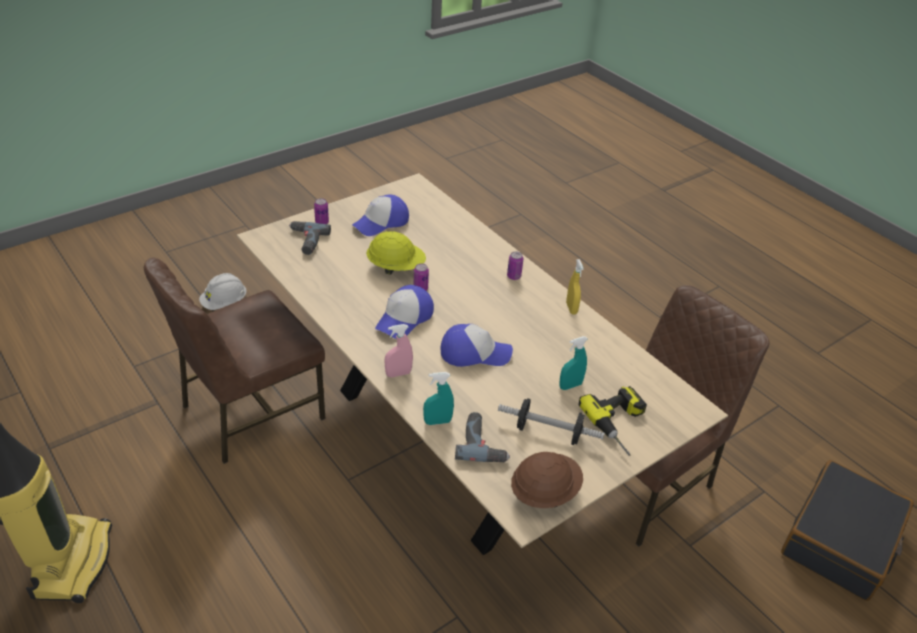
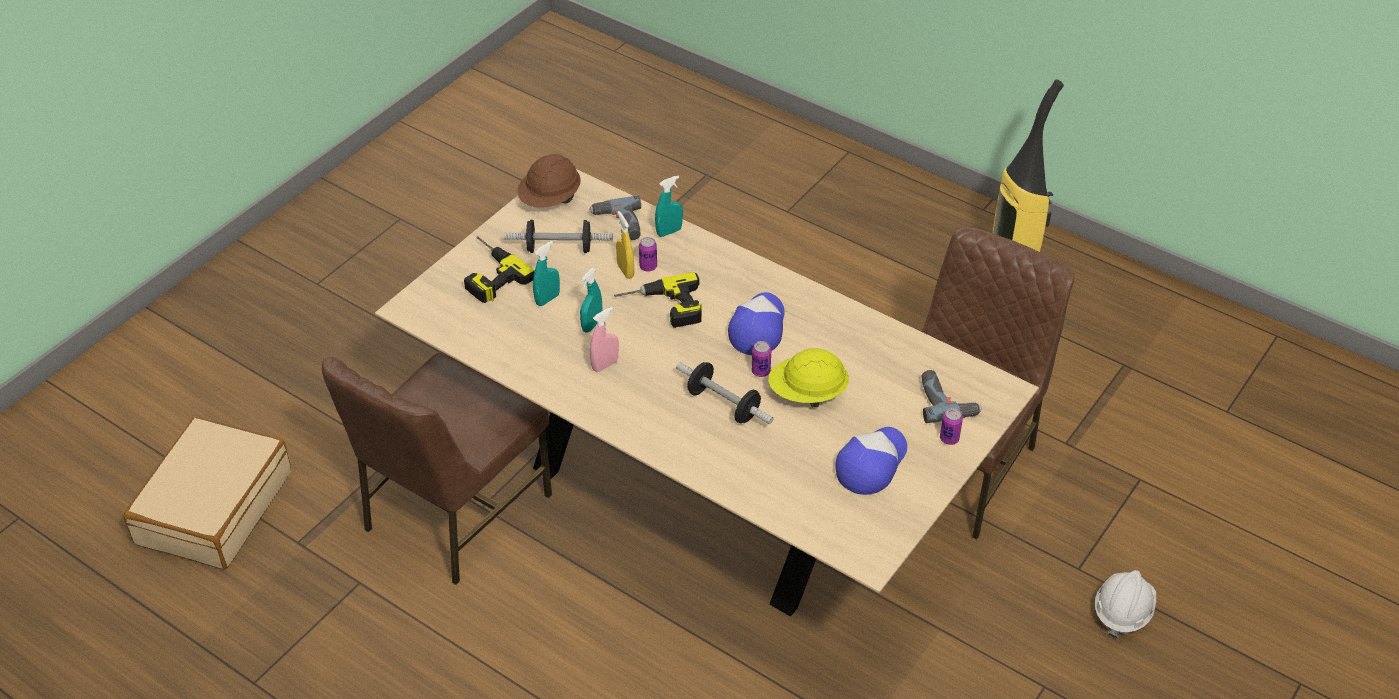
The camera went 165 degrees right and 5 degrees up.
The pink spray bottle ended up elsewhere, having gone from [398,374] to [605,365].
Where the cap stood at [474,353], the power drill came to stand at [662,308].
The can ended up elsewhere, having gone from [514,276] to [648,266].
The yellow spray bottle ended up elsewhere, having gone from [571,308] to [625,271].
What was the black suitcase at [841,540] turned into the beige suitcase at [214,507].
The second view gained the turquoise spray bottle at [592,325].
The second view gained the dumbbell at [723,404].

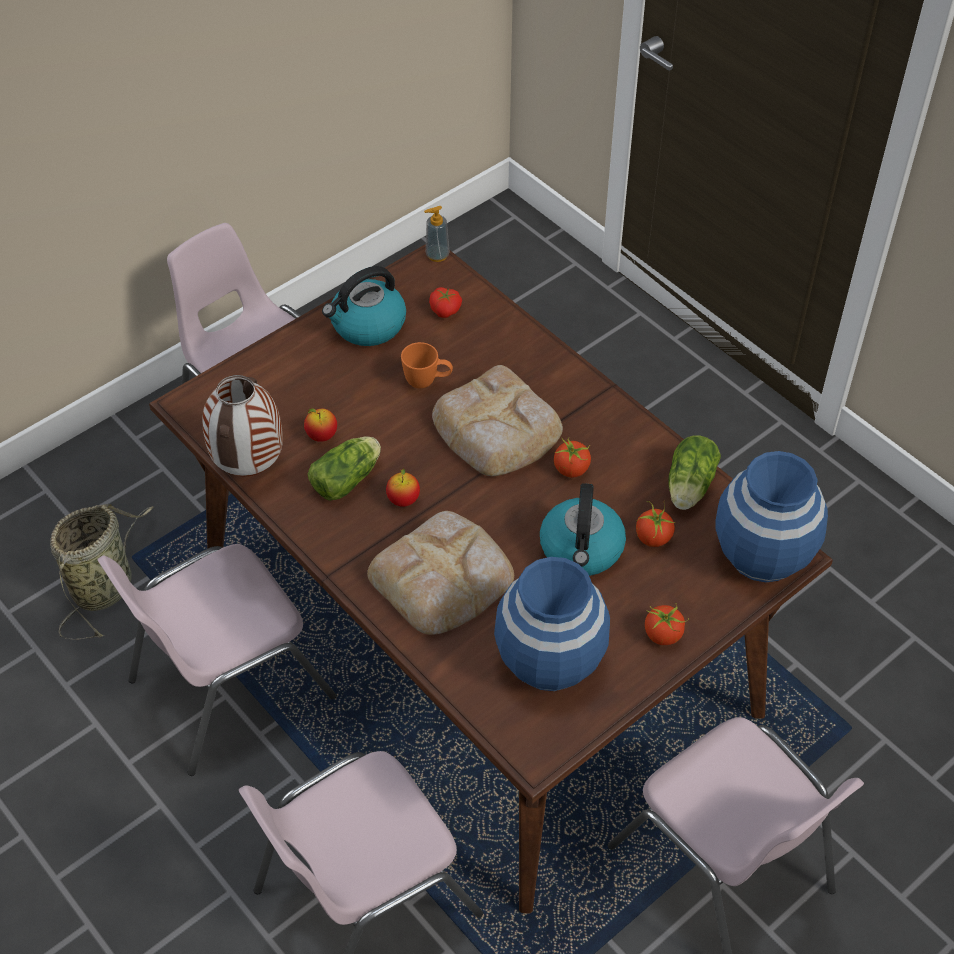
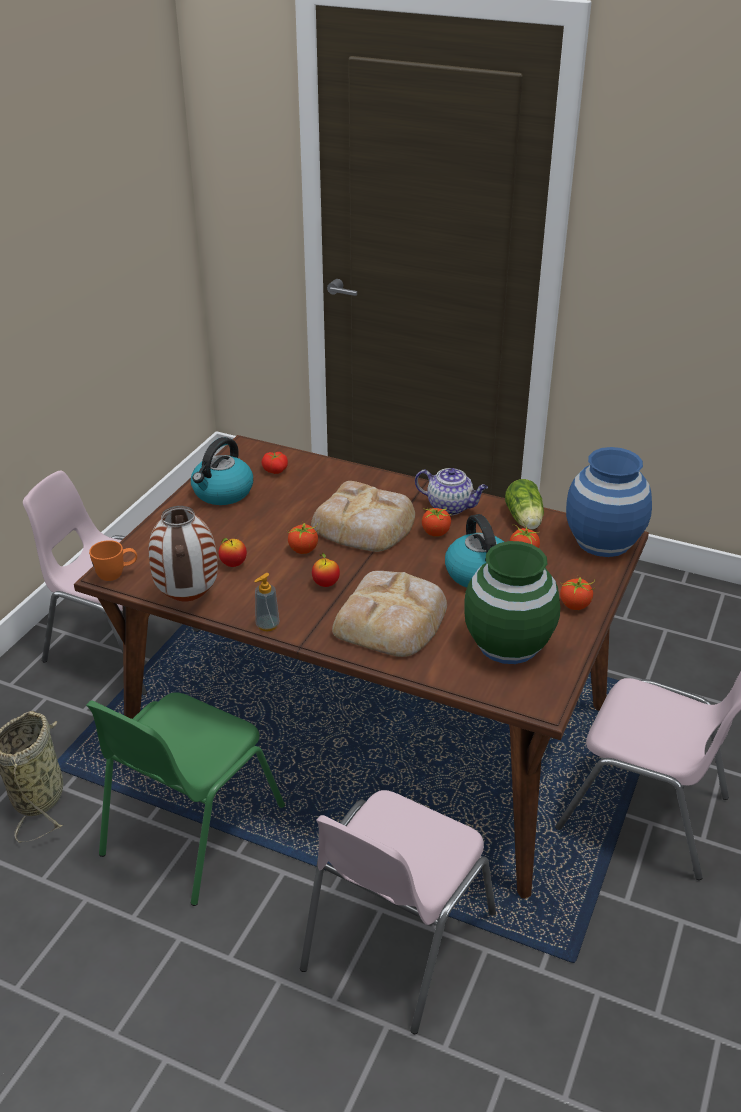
The camera went 25 degrees left and 15 degrees down.
What was the pink chair at [227,688] turned into the green chair at [189,831].
The second view lost the lettuce at [348,478].
The orange mug ended up elsewhere, having gone from [427,382] to [117,575].
The soap dispenser ended up elsewhere, having gone from [437,255] to [267,625].
What was the blue vase at [549,659] turned into the green vase at [507,644].
The second view gained the tomato at [303,549].
The second view gained the teapot at [451,507].

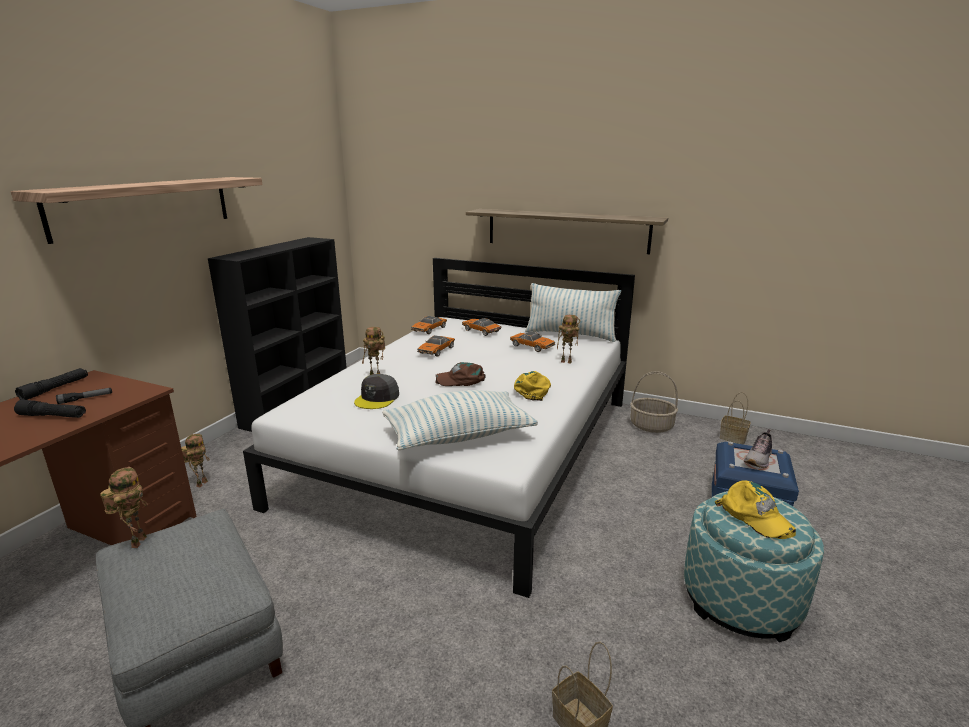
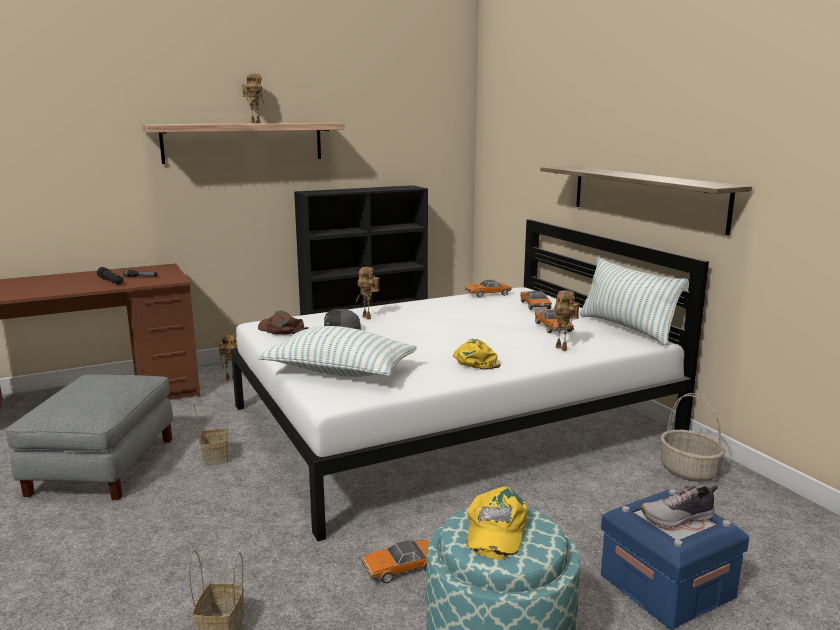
The camera went 40 degrees right and 5 degrees down.
The second view lost the black flashlight at [55,389].
The toy robot ended up elsewhere, having gone from [137,541] to [255,123].
The toy car ended up elsewhere, having gone from [436,351] to [401,568].
The brown cap ended up elsewhere, having gone from [461,380] to [281,329].
The yellow cap at [533,389] ended up facing another way, 75 degrees counterclockwise from before.
The basket ended up elsewhere, having gone from [732,437] to [214,457].

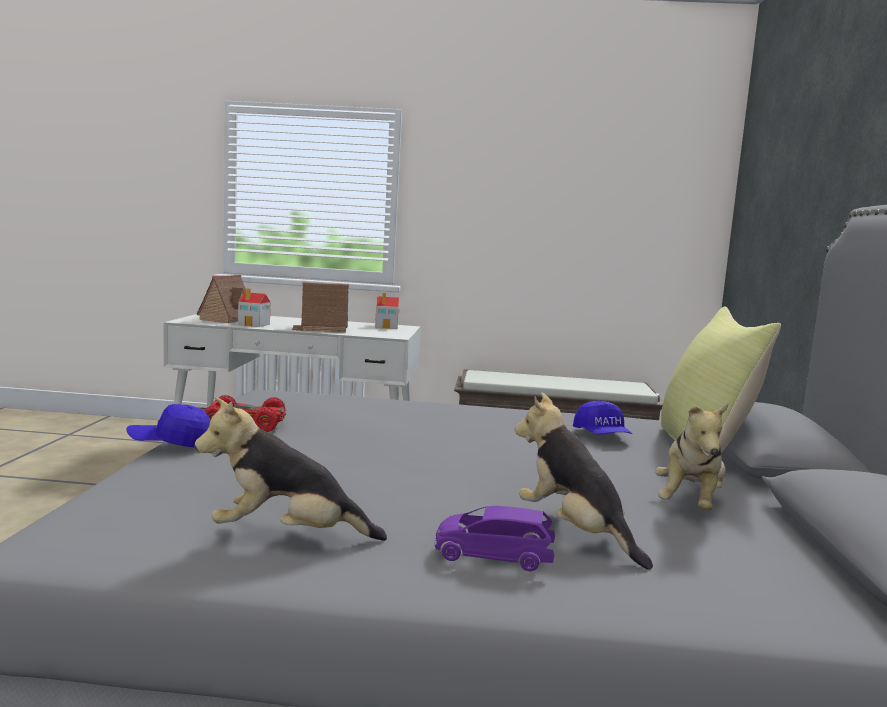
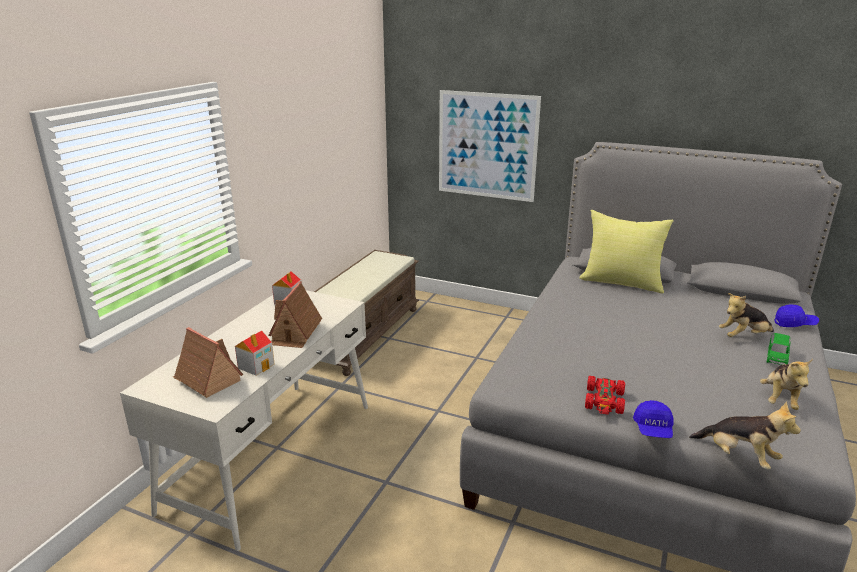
The camera went 70 degrees left and 15 degrees up.
What was the purple toy car at [493,556] turned into the green toy car at [777,357].
The blue cap ended up elsewhere, having gone from [602,436] to [794,324].
The plush toy ended up elsewhere, having gone from [690,504] to [739,456].
The second view gained the picture at [487,146].

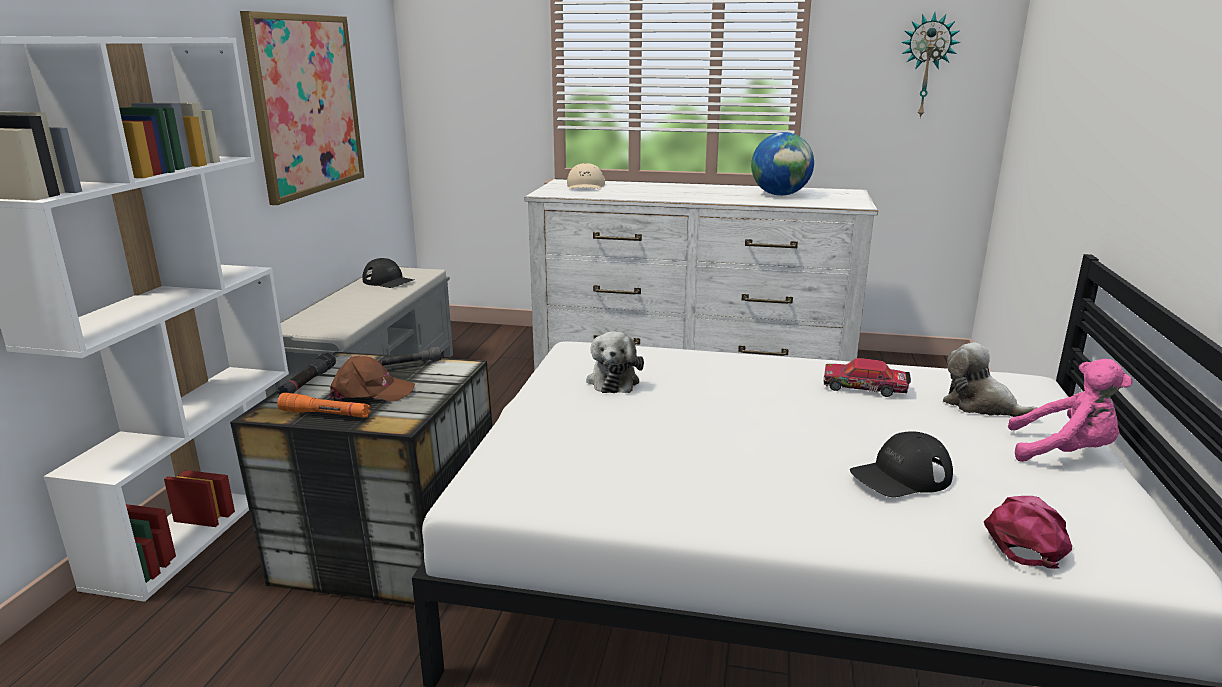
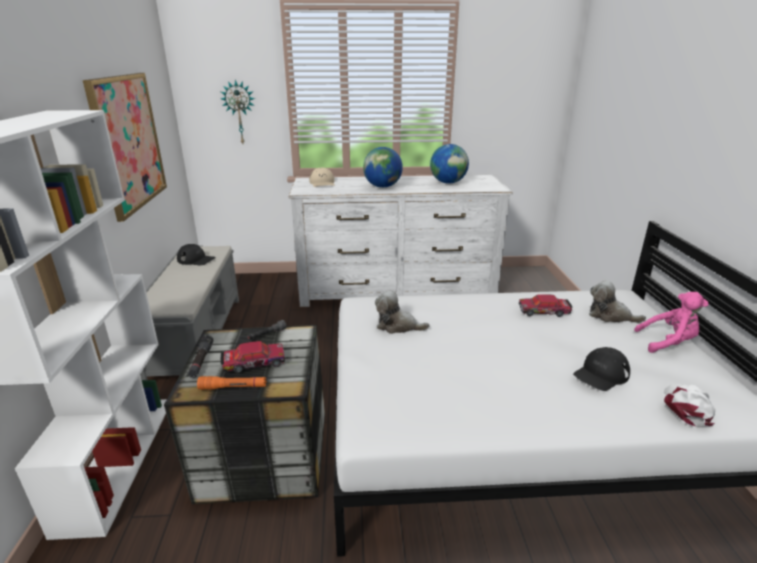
The camera went 15 degrees left and 5 degrees up.
Where the brown cap stood at [371,392], the toy car came to stand at [254,363].
The plush toy at [613,380] ended up facing another way, 120 degrees clockwise from before.
The wall clock ended up elsewhere, having gone from [926,66] to [239,113].
What was the pink cap at [1027,538] turned into the white cap at [687,407].
The second view gained the globe at [382,187].

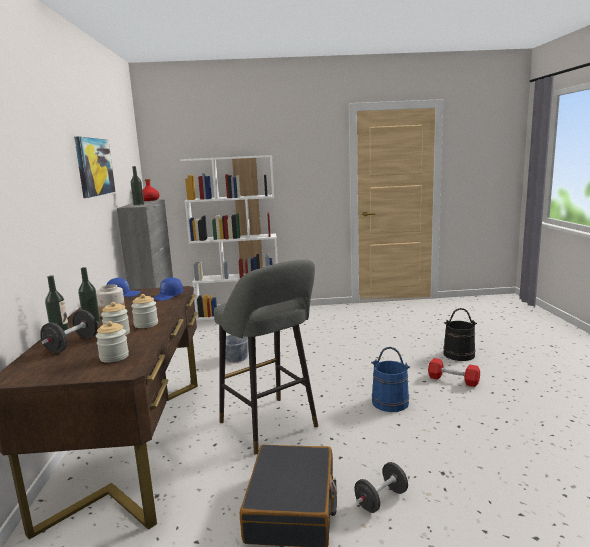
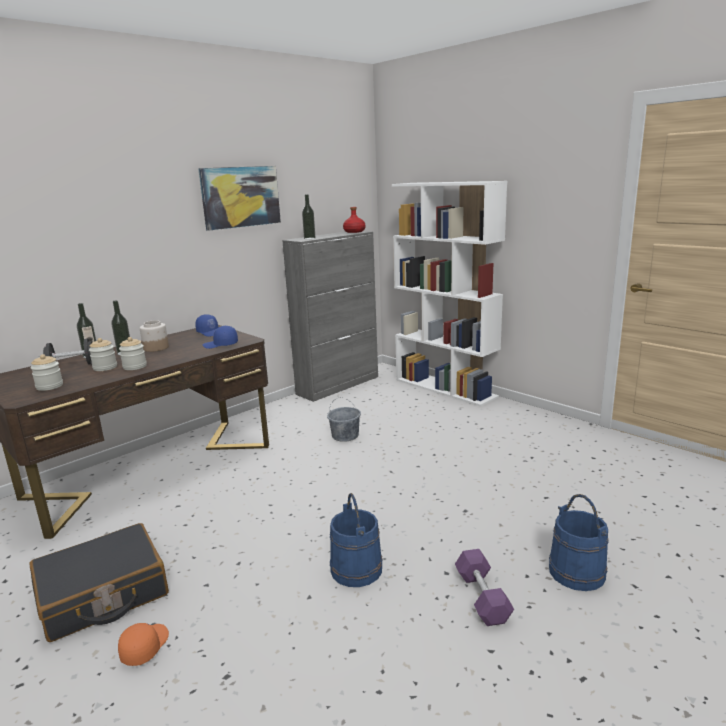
The camera went 50 degrees right and 5 degrees up.
The second view lost the grey stool at [271,426].
Where the black dumbbell stood at [381,500], the orange cap came to stand at [144,647].
What was the red dumbbell at [453,380] turned into the purple dumbbell at [482,597].
What was the black bucket at [459,354] turned into the blue bucket at [577,572].

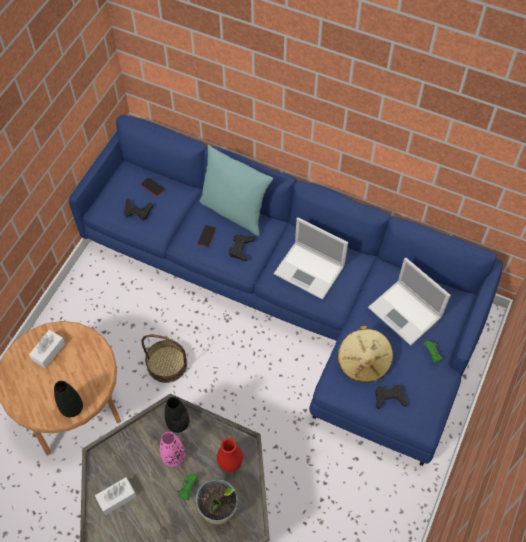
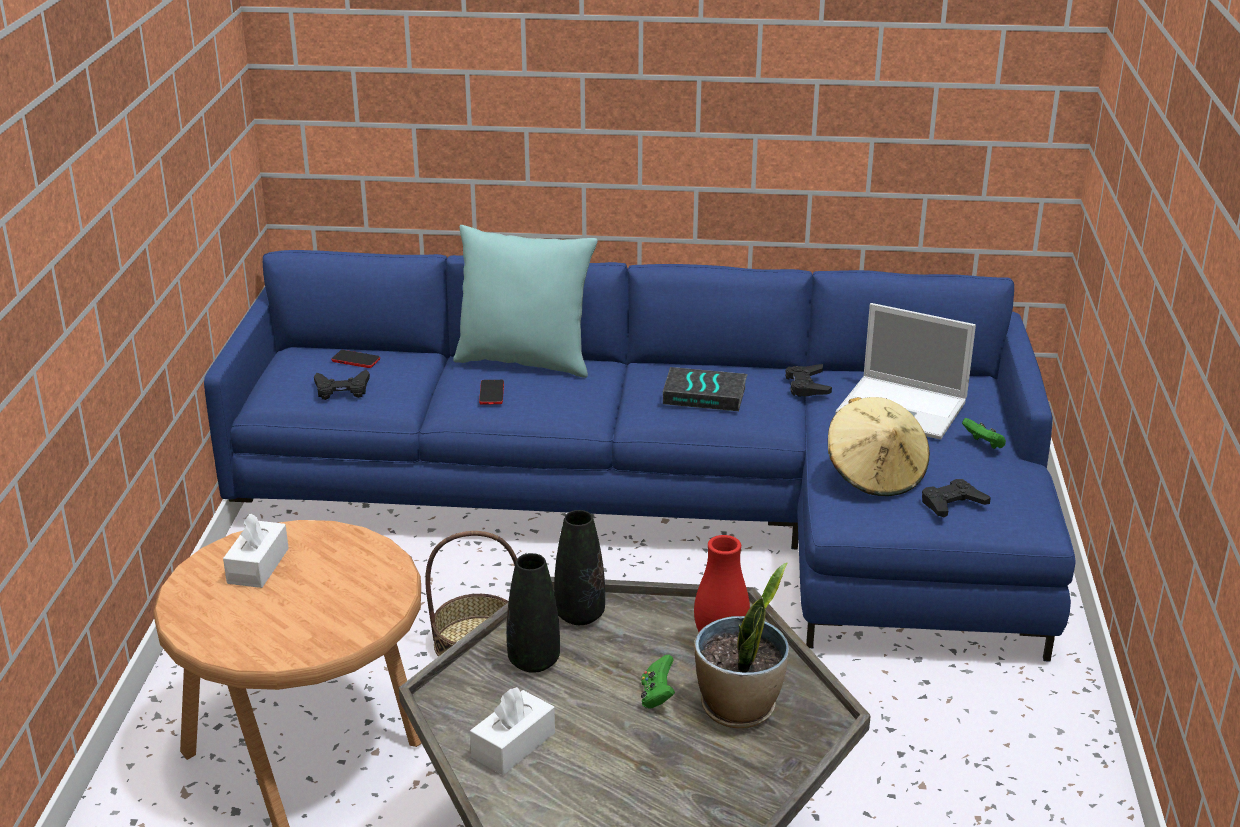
The camera went 20 degrees left and 30 degrees down.
The black vase ended up elsewhere, having gone from [72,408] to [534,661].
The second view lost the pink vase at [173,456].
The black game controller ended up elsewhere, having gone from [241,248] to [807,385].
Where the laptop stood at [310,270], the book came to stand at [705,395].

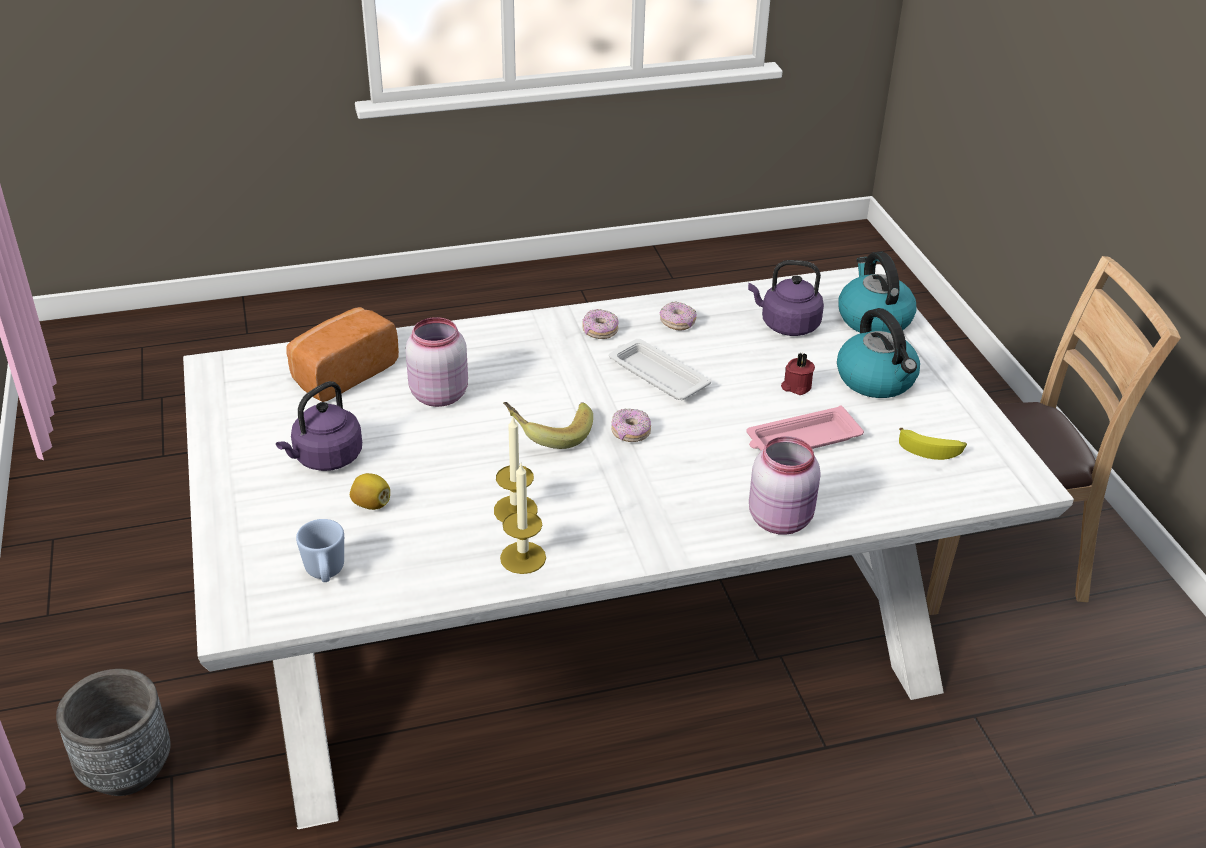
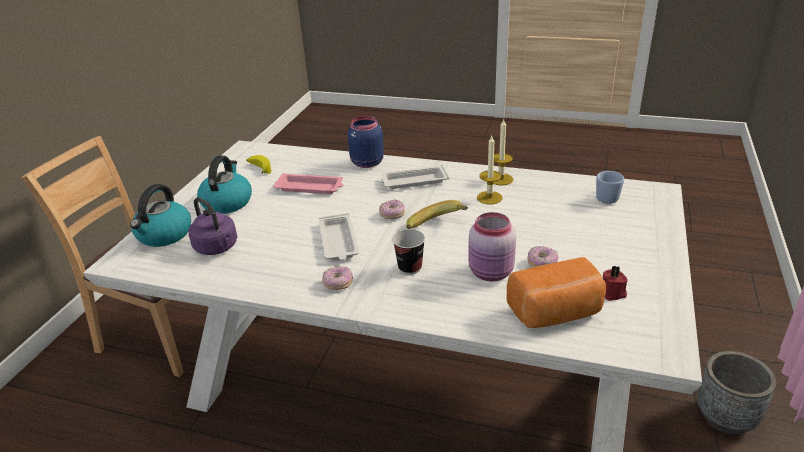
The camera went 145 degrees left and 5 degrees down.
The second view lost the purple kettle at [325,458].
The second view lost the lemon at [371,504].
The donut ended up elsewhere, having gone from [677,323] to [542,264].
What was the pink jar at [782,519] turned into the blue jar at [366,163].
The red candle ended up elsewhere, having gone from [796,386] to [613,293].
The second view gained the white tray at [413,181].
The second view gained the cup at [410,267].

